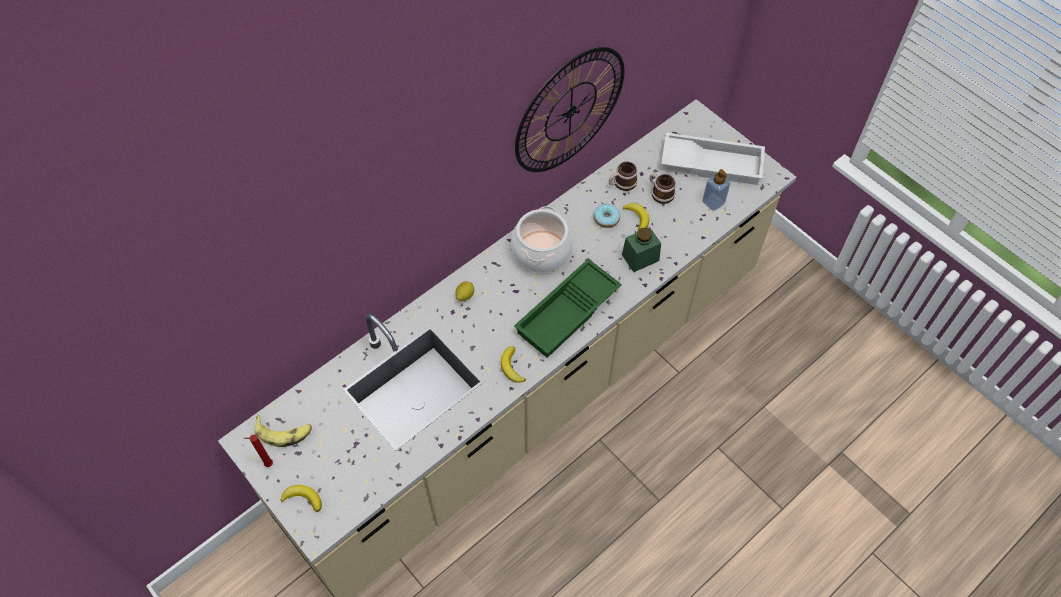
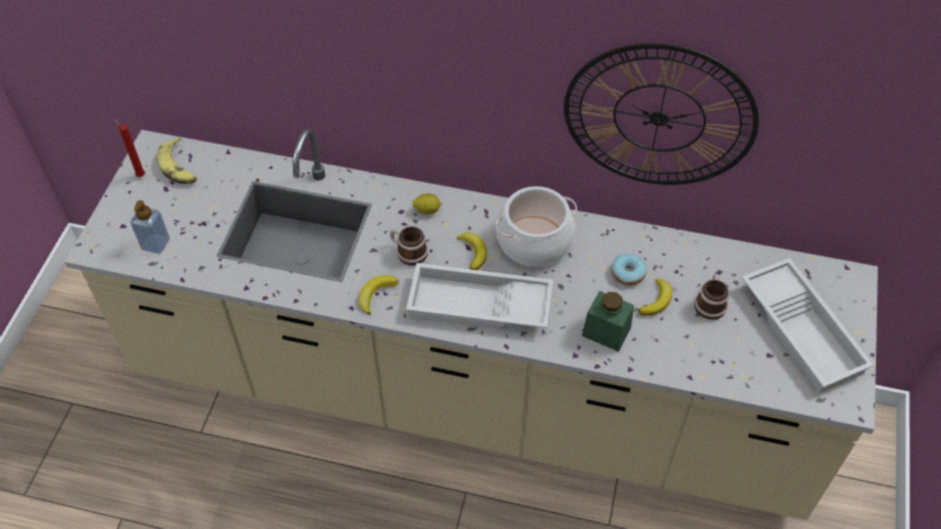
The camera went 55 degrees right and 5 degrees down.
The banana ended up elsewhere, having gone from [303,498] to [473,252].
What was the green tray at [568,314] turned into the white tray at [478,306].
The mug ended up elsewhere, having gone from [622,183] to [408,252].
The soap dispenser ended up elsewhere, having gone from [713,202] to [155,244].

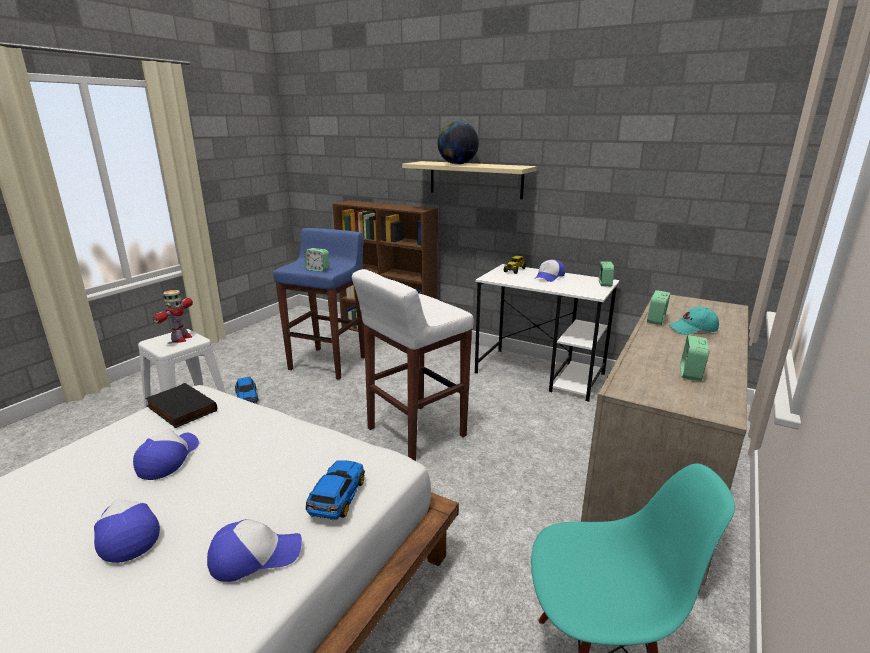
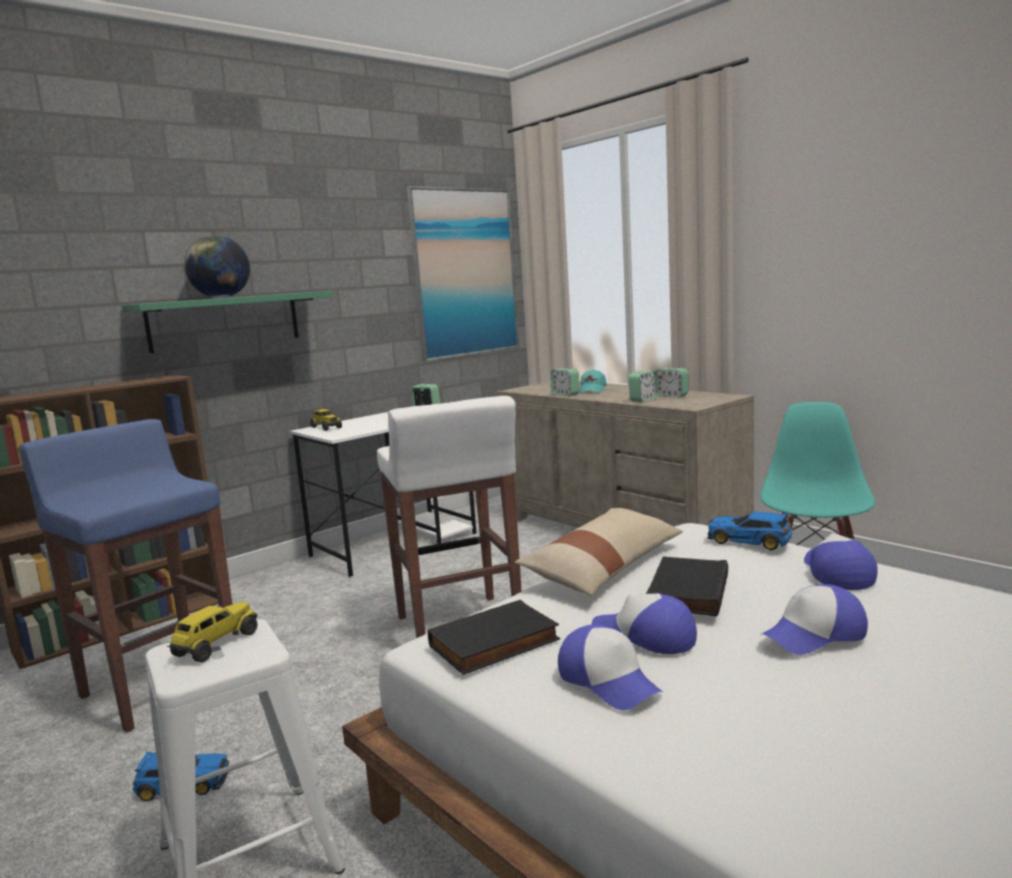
The camera went 70 degrees left and 10 degrees down.
Where the toy robot stood at [181,339], the toy truck came to stand at [215,645].
The alarm clock ended up elsewhere, having gone from [317,269] to [643,400].
What was the beige shelf at [475,179] turned into the green shelf at [225,321].
The cap ended up elsewhere, having gone from [549,277] to [609,681].
The second view gained the picture at [465,273].
The second view gained the beige pillow at [604,567].
The second view gained the black book at [686,591].

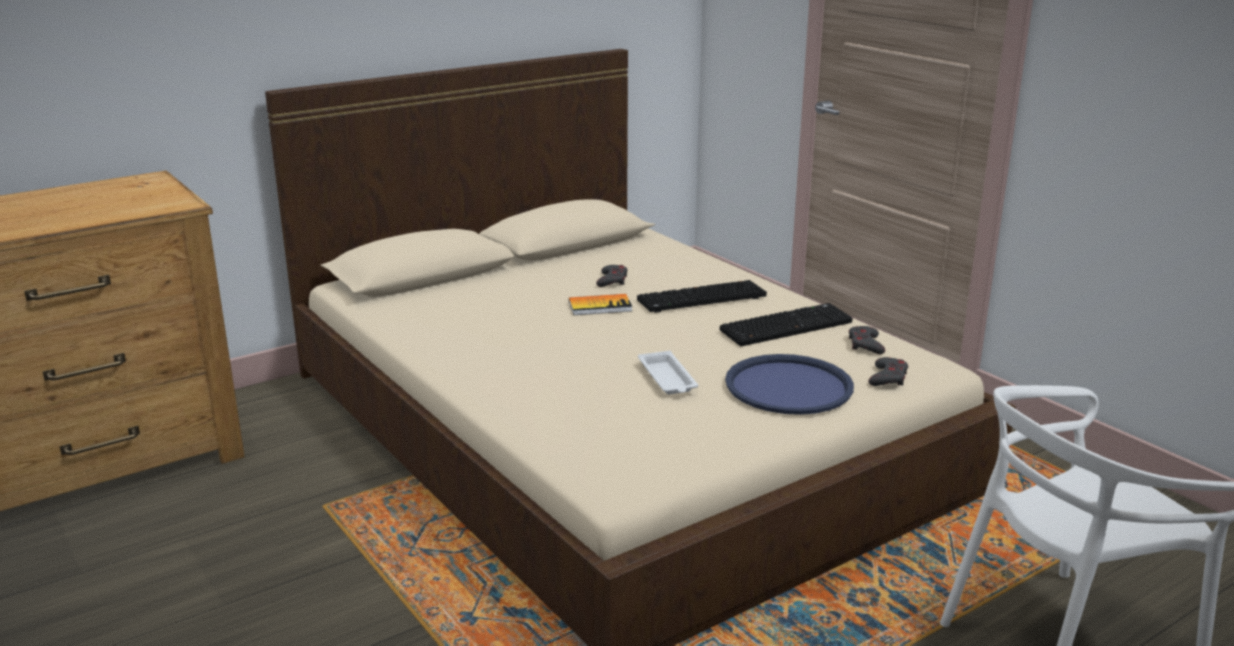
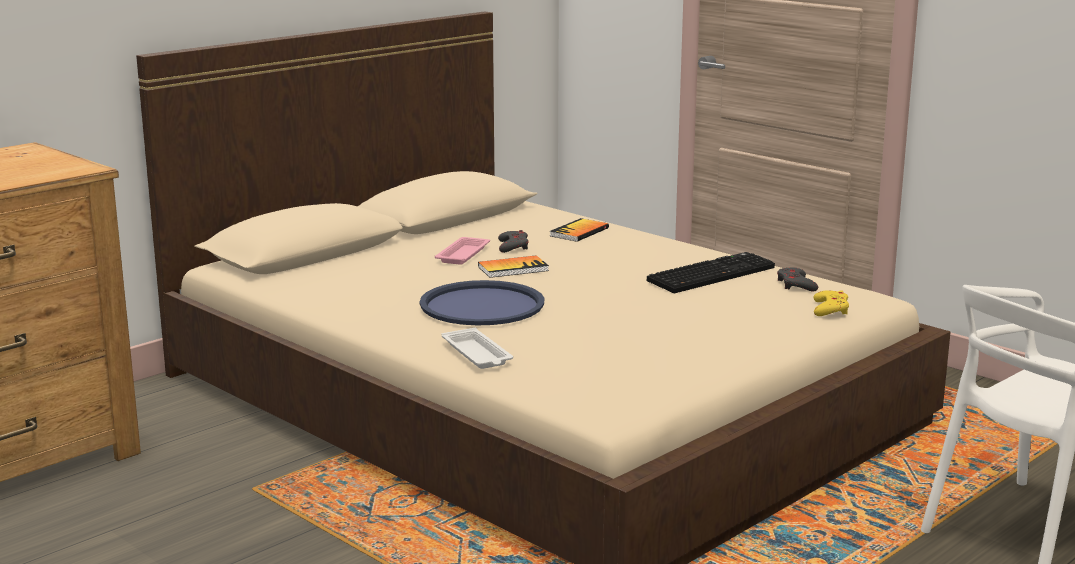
The camera went 10 degrees left and 5 degrees down.
The second view lost the keyboard at [701,299].
The white tray ended up elsewhere, having gone from [667,378] to [477,354].
The blue tray ended up elsewhere, having gone from [789,386] to [482,305].
What was the grey game controller at [888,377] turned into the yellow game controller at [830,309].
The second view gained the pink tray at [463,254].
The second view gained the book at [579,232].

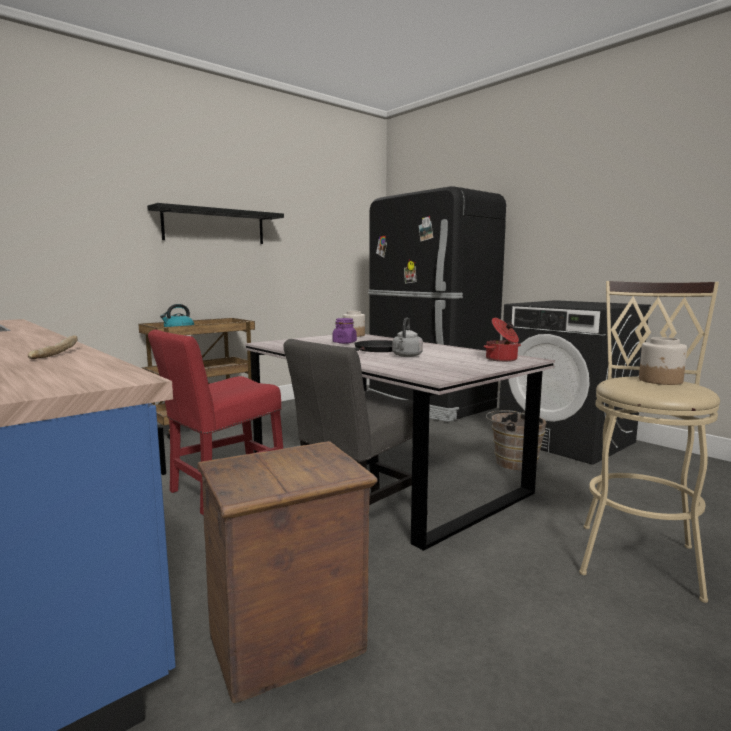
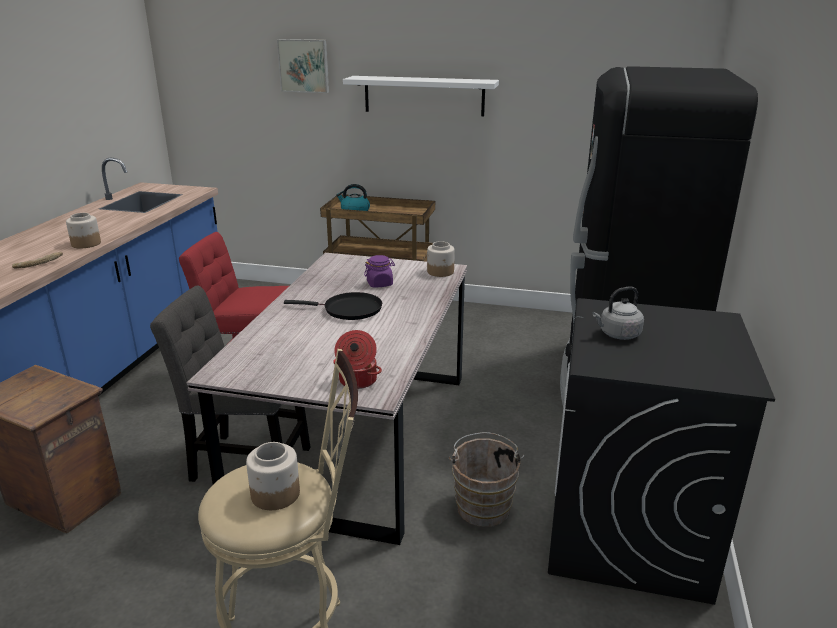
The camera went 55 degrees right and 15 degrees up.
What was the black shelf at [214,226] turned into the white shelf at [424,95].
The grey kettle ended up elsewhere, having gone from [406,356] to [617,334].
The second view gained the jar at [85,244].
The second view gained the picture at [304,65].

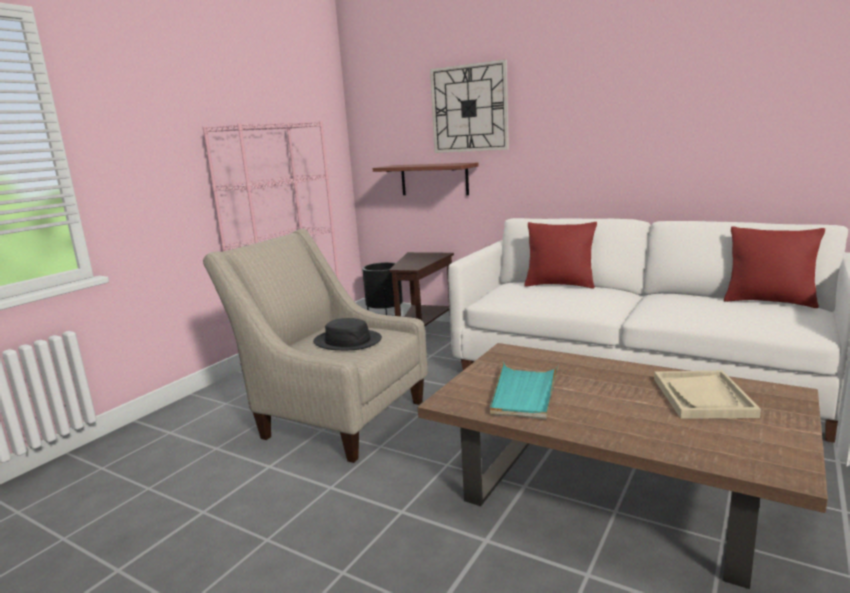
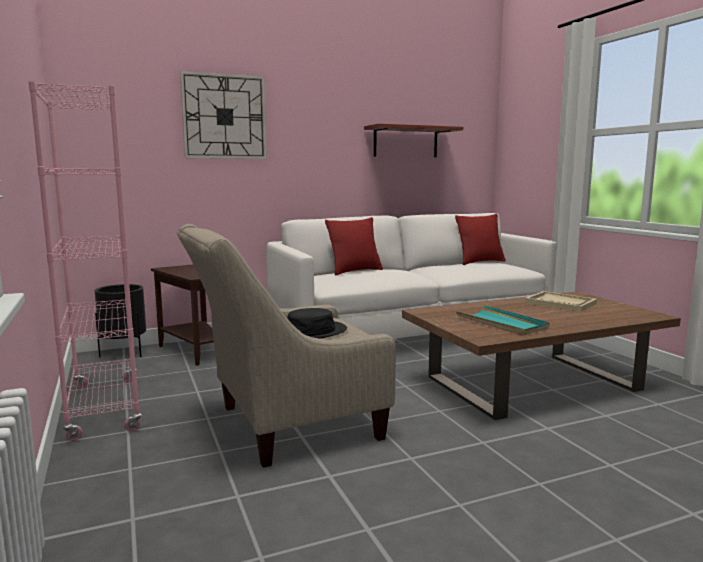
The camera went 55 degrees left and 5 degrees down.
The shelf ended up elsewhere, having gone from [434,179] to [405,142].

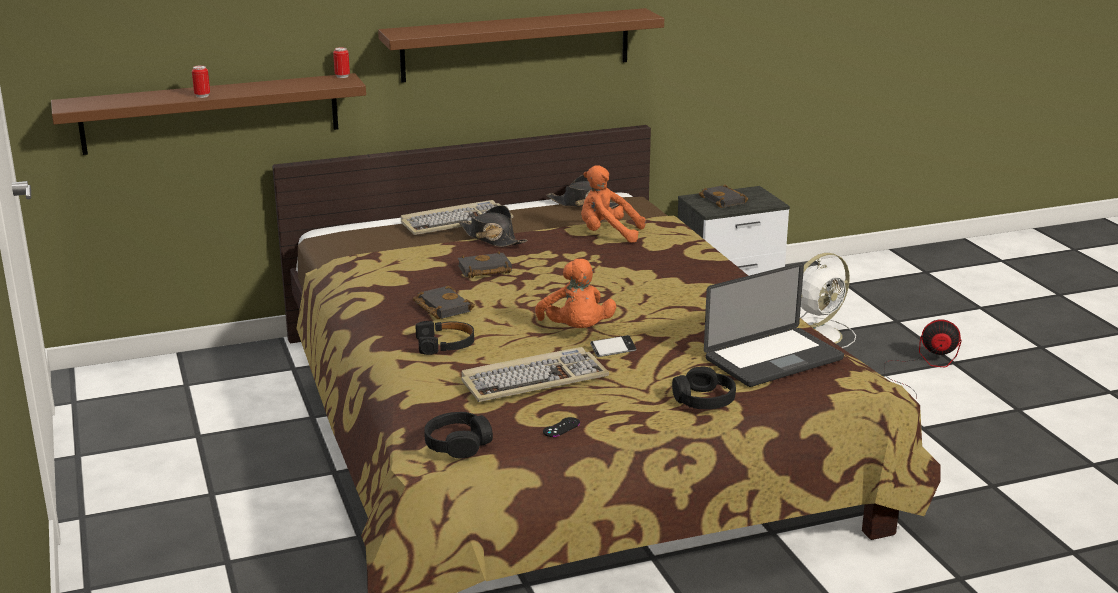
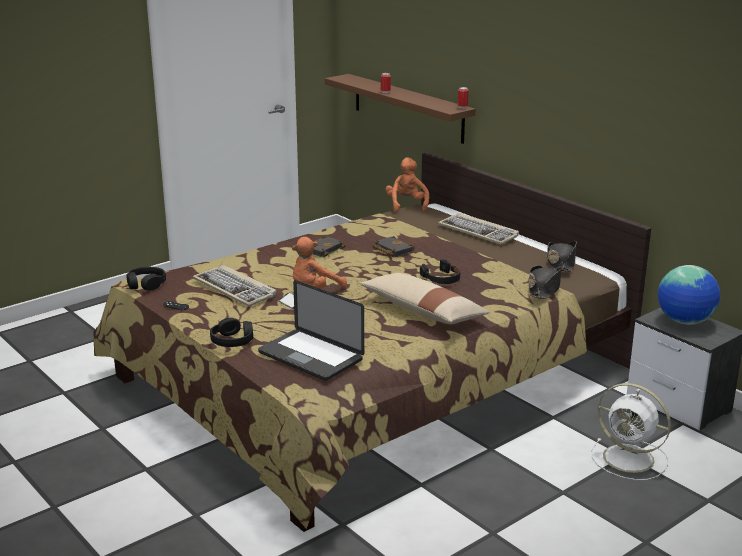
The camera went 70 degrees right and 0 degrees up.
The second view lost the brown shelf at [516,45].
The black headphones ended up elsewhere, having gone from [445,344] to [441,278].
The black hat ended up elsewhere, having gone from [492,238] to [544,289].
The orange plush toy ended up elsewhere, having gone from [607,234] to [407,205].
Where the black book stood at [725,200], the globe came to stand at [685,321].
The second view lost the fan at [924,366].
The second view gained the beige pillow at [423,311].

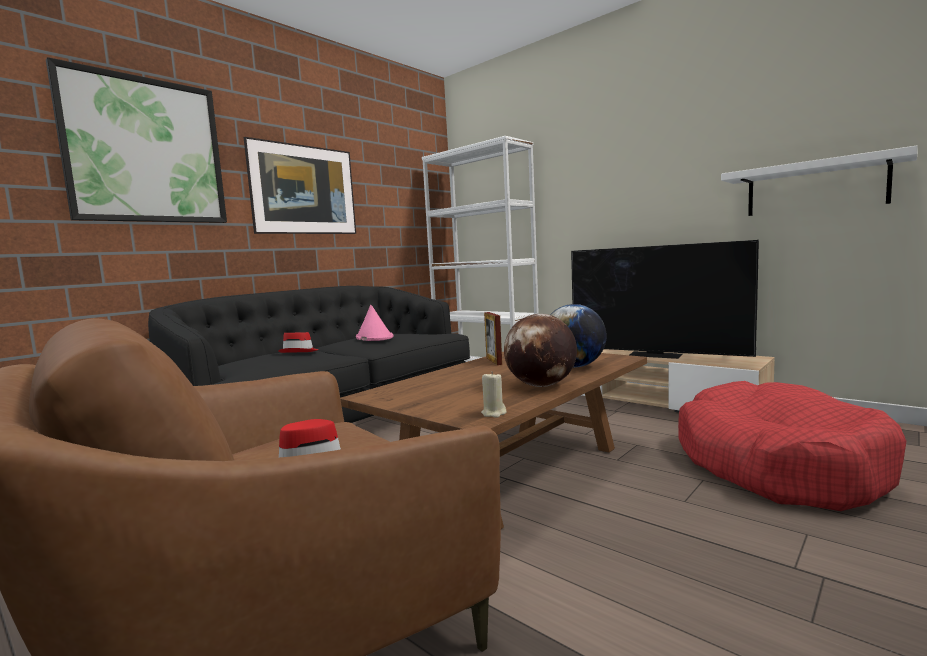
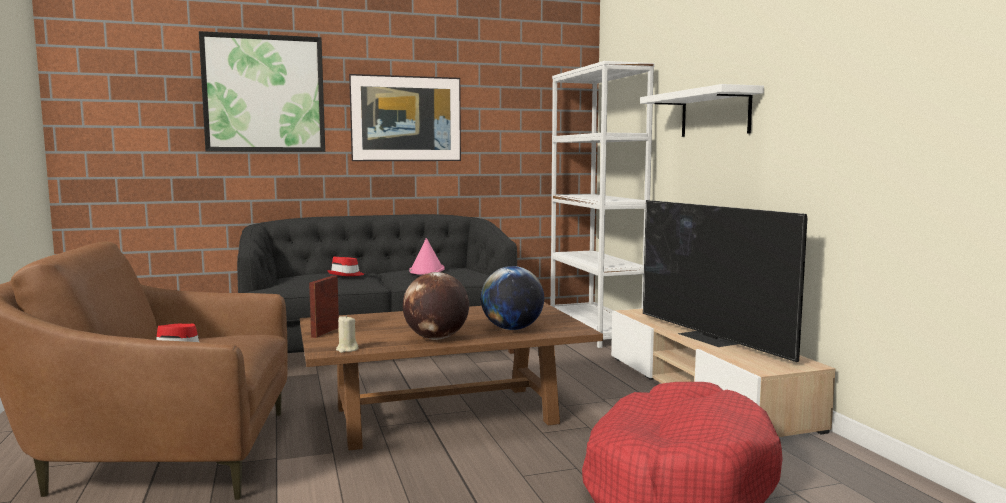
The camera went 30 degrees right and 0 degrees up.
The picture frame ended up elsewhere, having gone from [494,361] to [325,332].
The white shelf ended up elsewhere, having gone from [815,188] to [715,113].

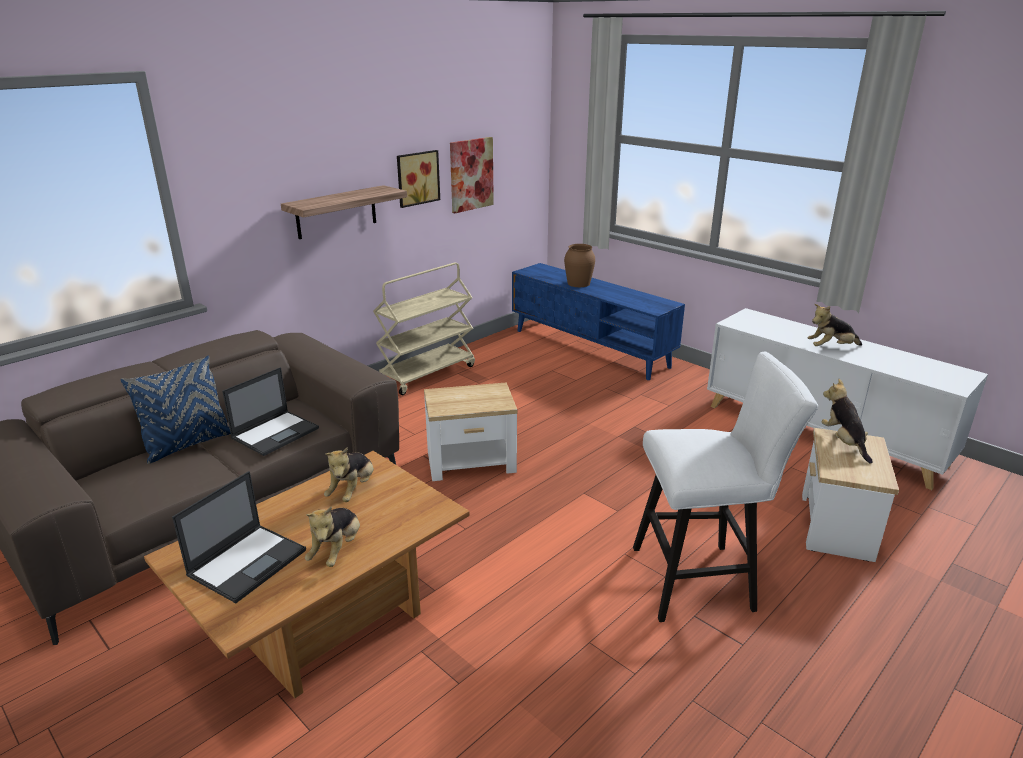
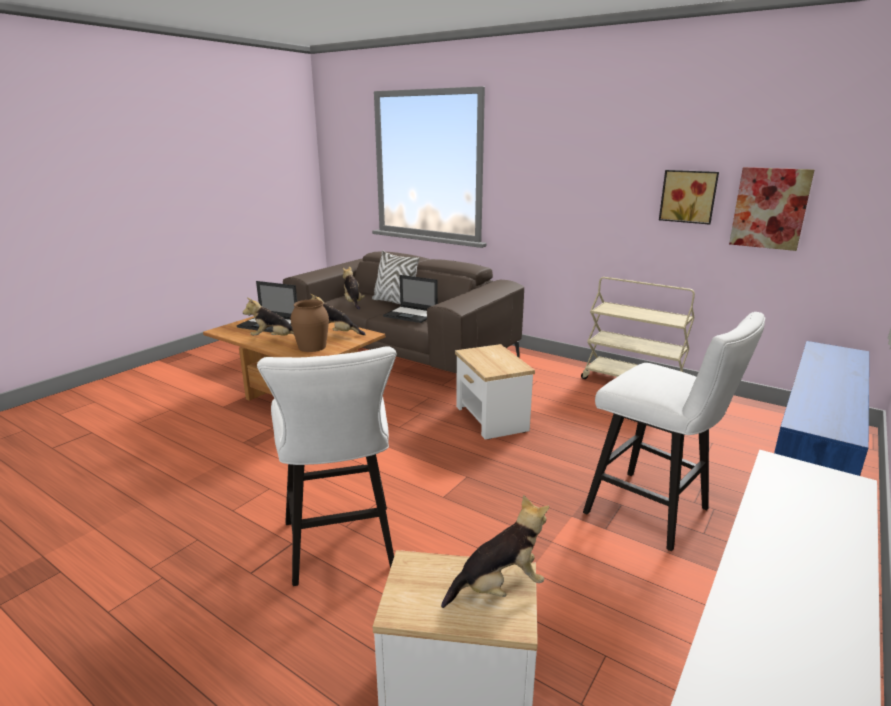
The camera went 80 degrees right and 5 degrees down.
What was the blue pillow at [188,444] turned into the white pillow at [394,302].
The second view lost the shelf at [336,212].
The brown vase ended up elsewhere, having gone from [578,283] to [312,347].
The plush toy ended up elsewhere, having gone from [831,348] to [353,303].
The second view gained the white stool at [655,513].

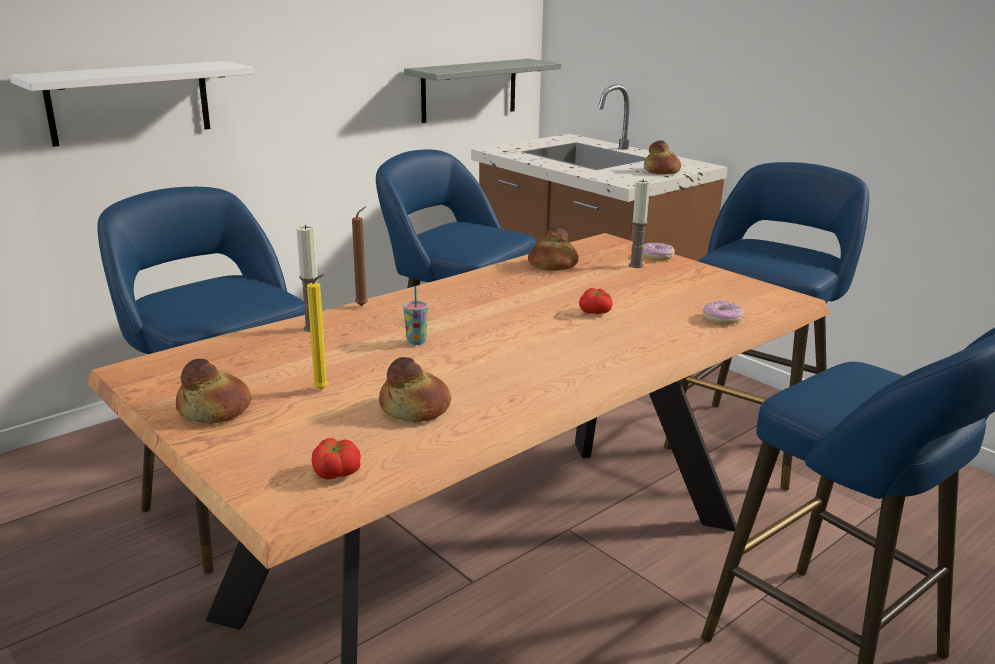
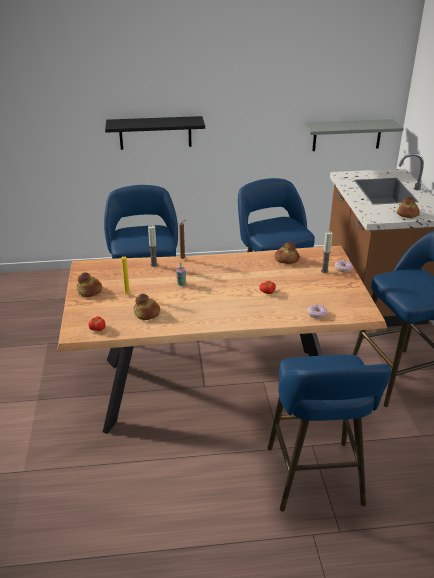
The camera went 35 degrees right and 10 degrees up.
What was the white shelf at [130,102] turned into the black shelf at [155,133].

